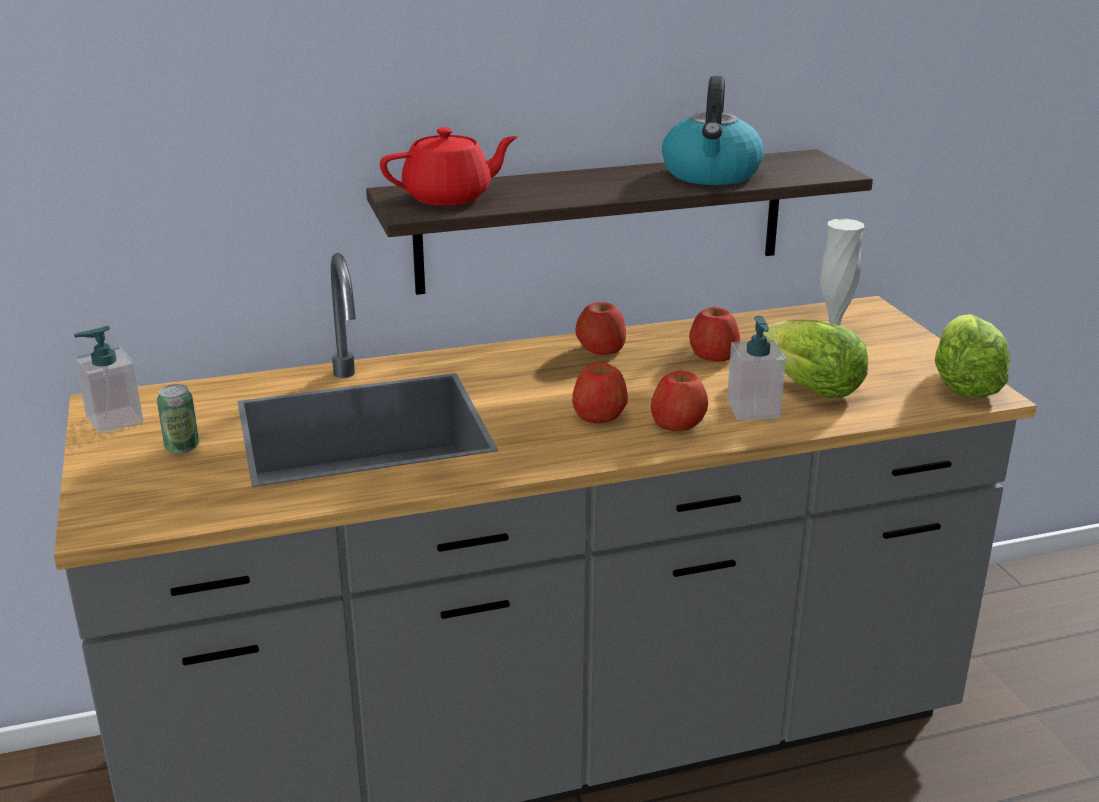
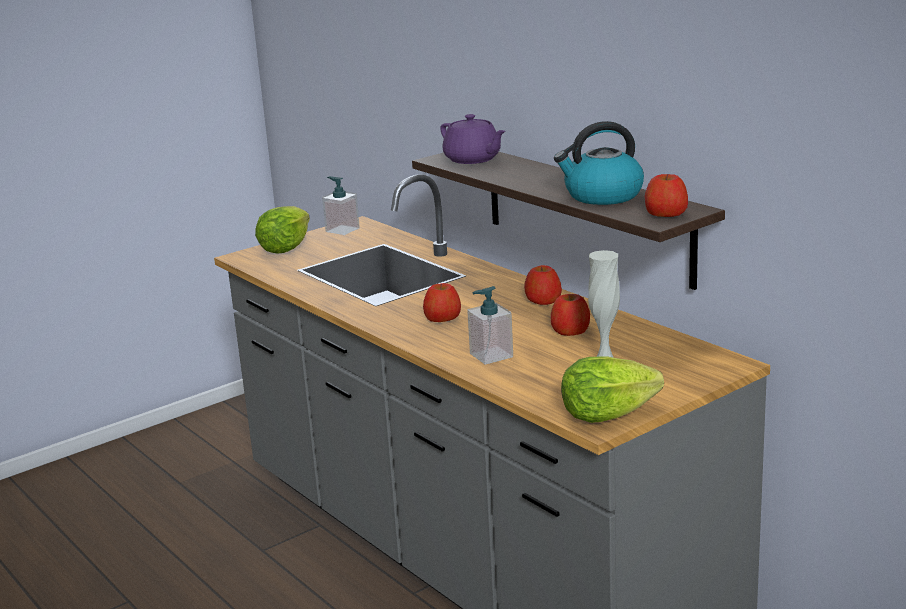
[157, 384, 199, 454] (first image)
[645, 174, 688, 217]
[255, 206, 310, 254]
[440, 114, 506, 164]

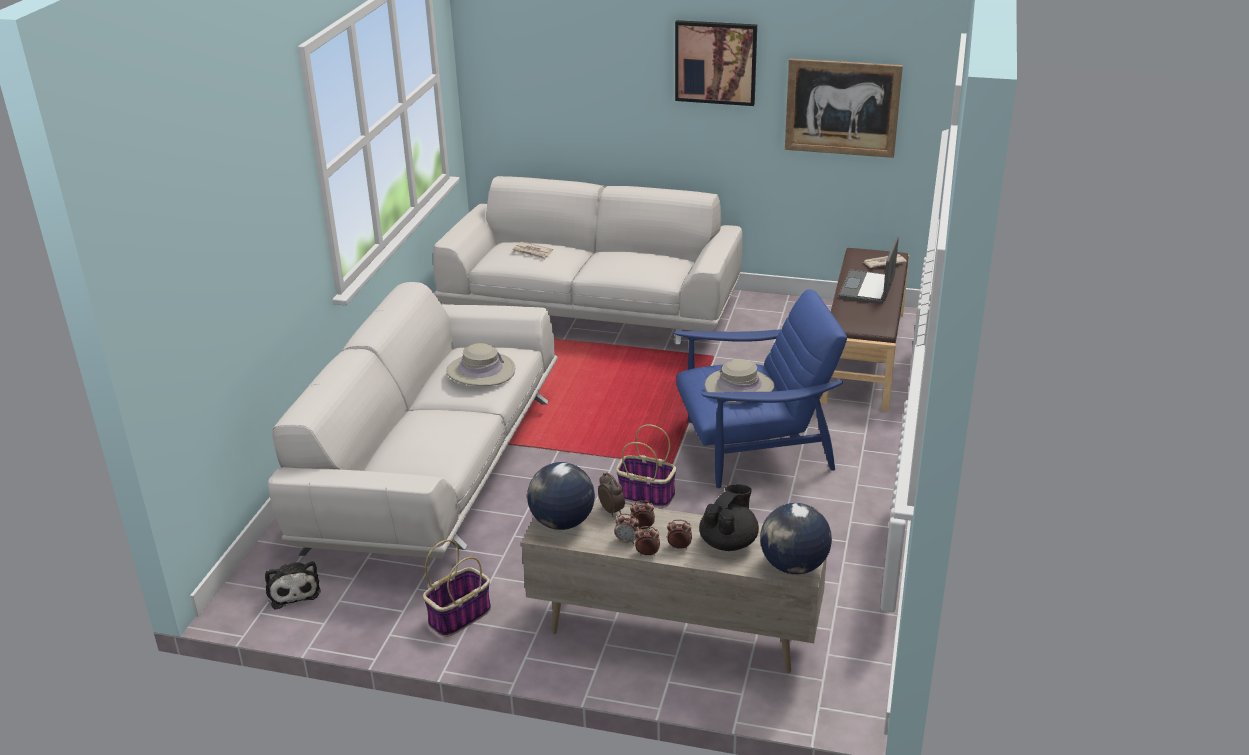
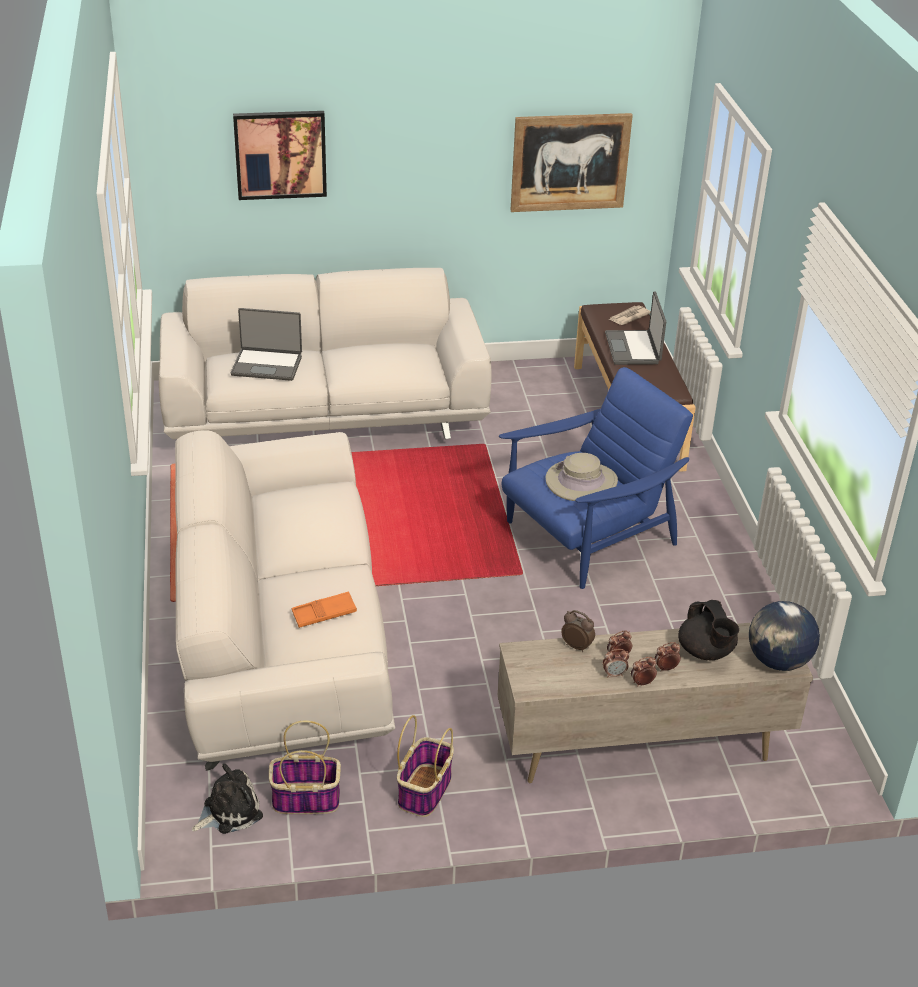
[446, 343, 515, 386] (first image)
[527, 462, 595, 530] (first image)
[292, 591, 357, 628]
[269, 720, 341, 814]
[233, 111, 327, 200]
[231, 308, 302, 381]
[192, 764, 263, 834]
[678, 600, 739, 660]

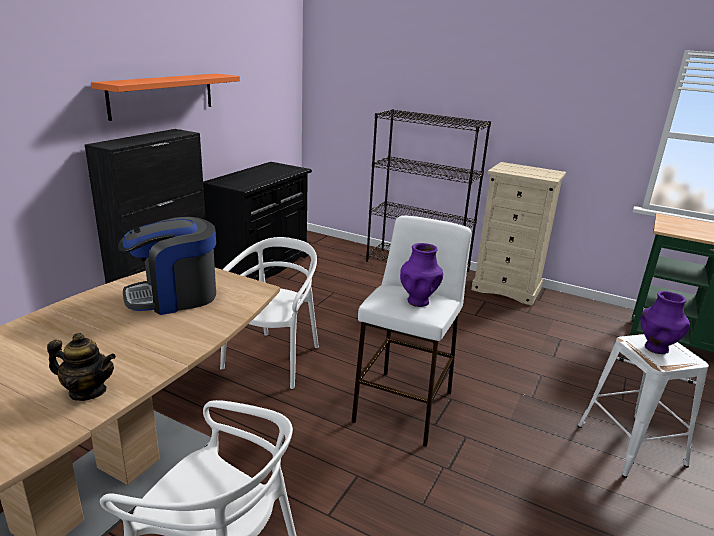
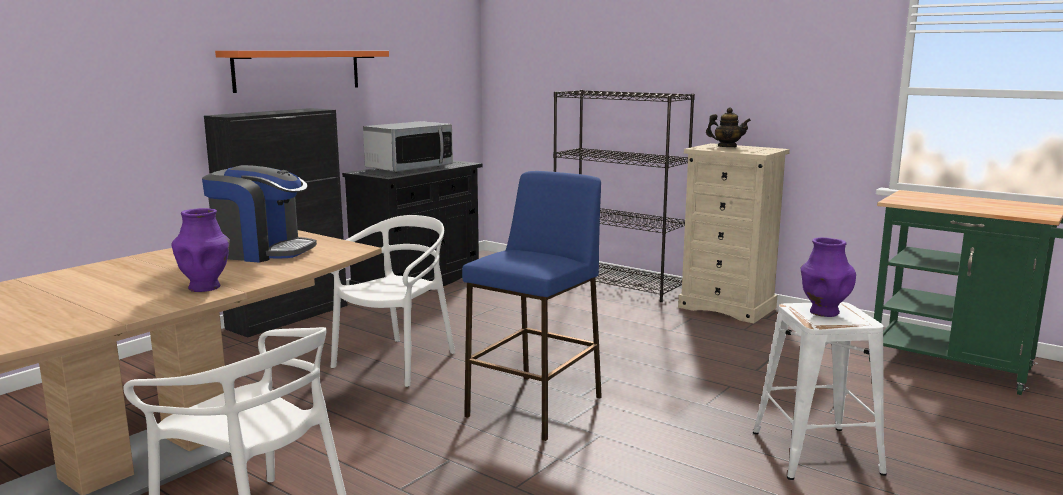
[363, 121, 453, 173]
[706, 107, 751, 147]
[172, 208, 230, 292]
[462, 171, 602, 441]
[202, 165, 317, 263]

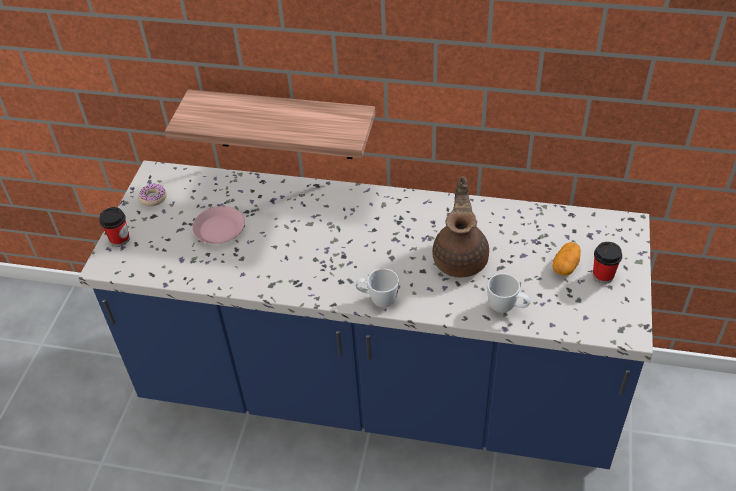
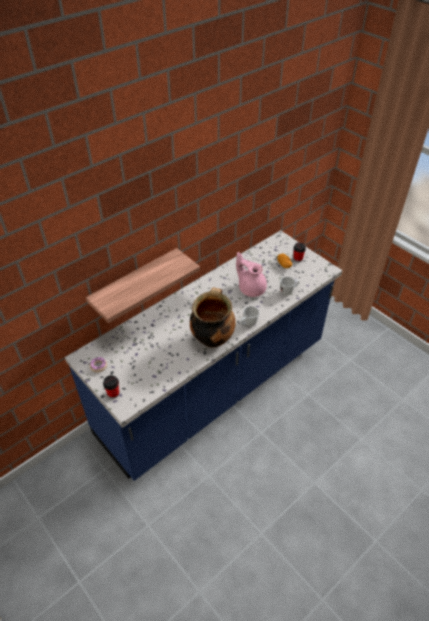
[192, 206, 245, 244] (first image)
[190, 287, 236, 348]
[236, 252, 267, 297]

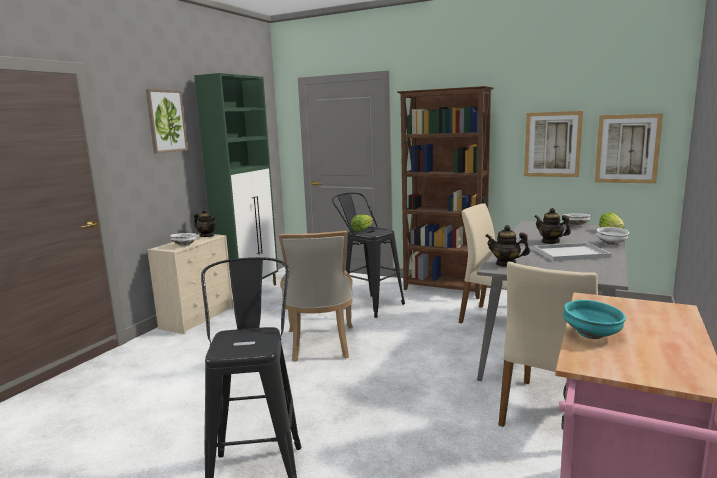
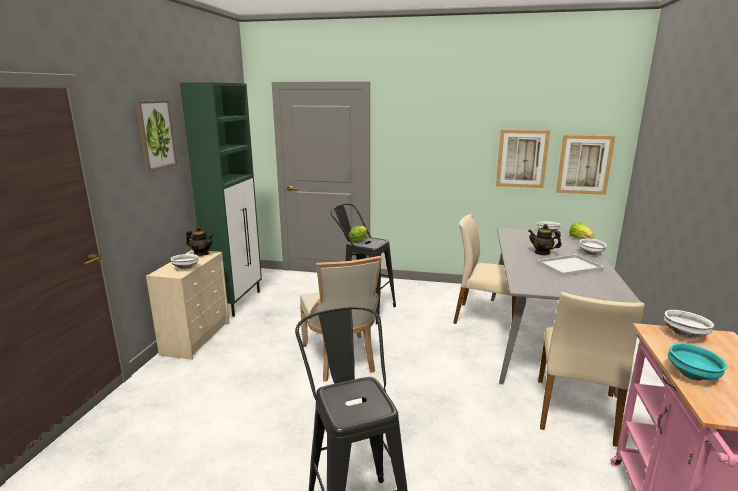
[397, 86, 494, 299] (first image)
[486, 225, 530, 267] (first image)
[664, 310, 714, 339]

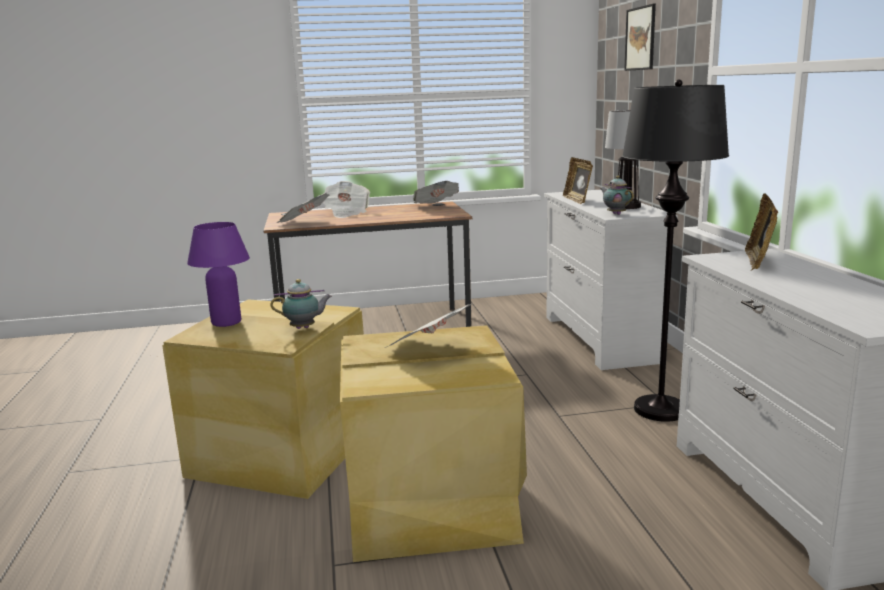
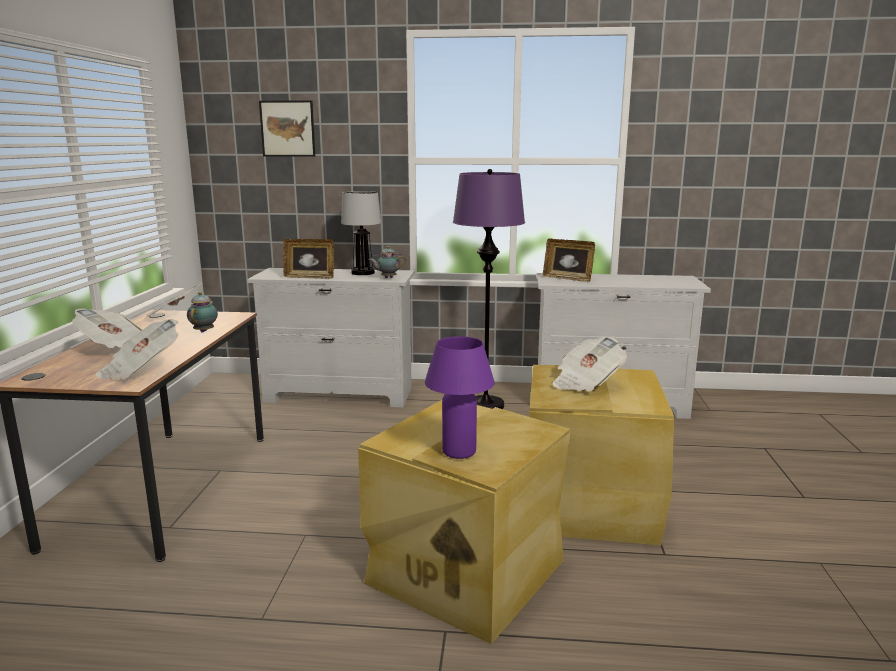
[187, 292, 218, 333]
[453, 169, 525, 409]

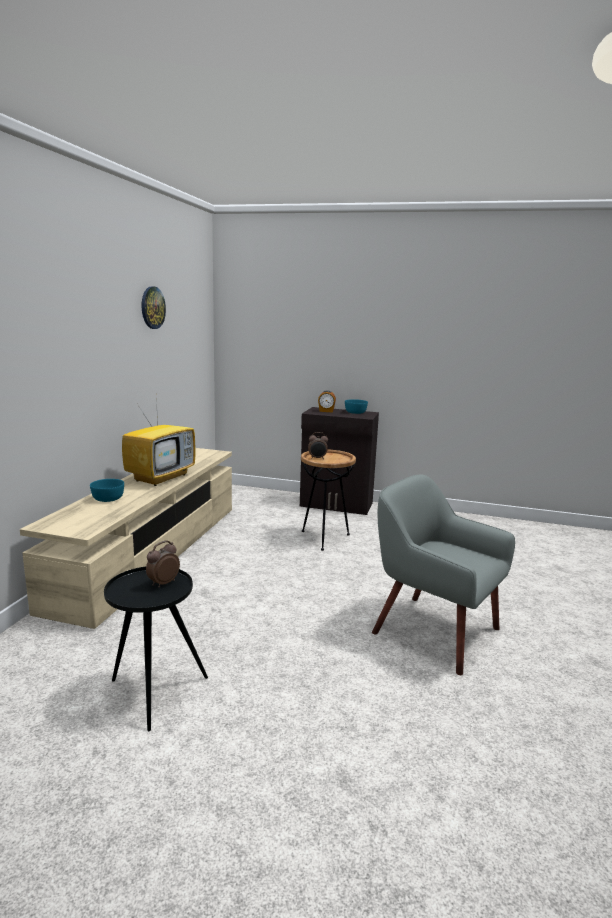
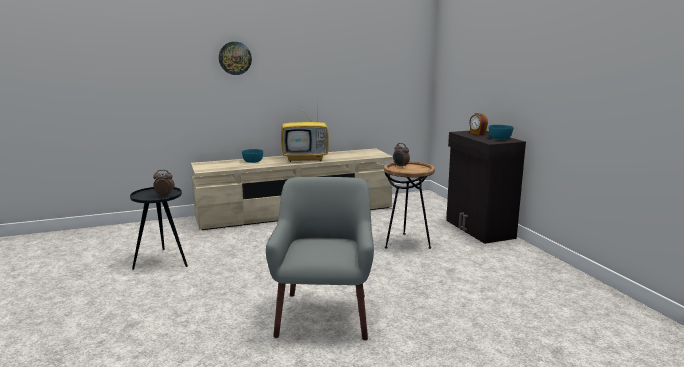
[219, 42, 252, 75]

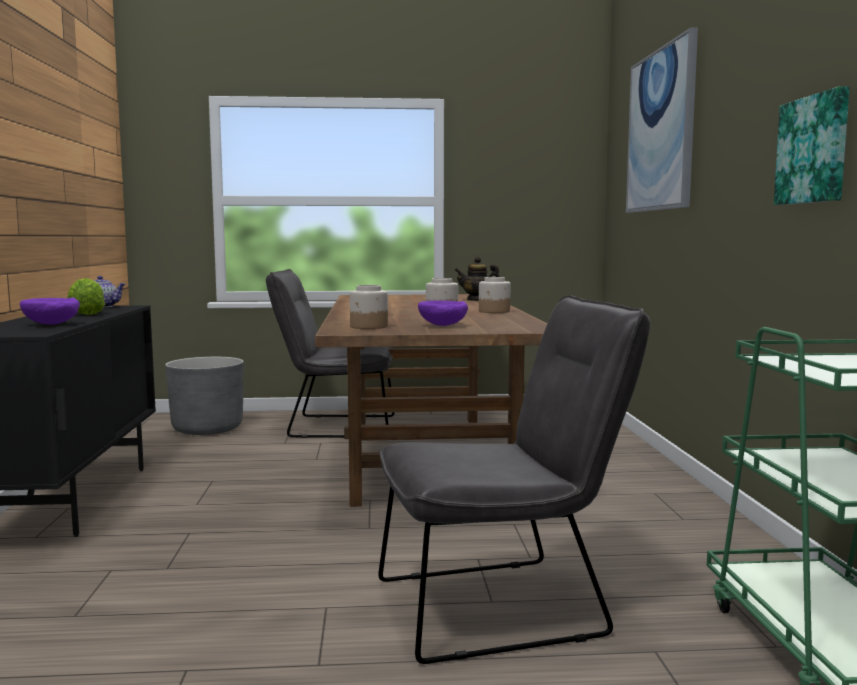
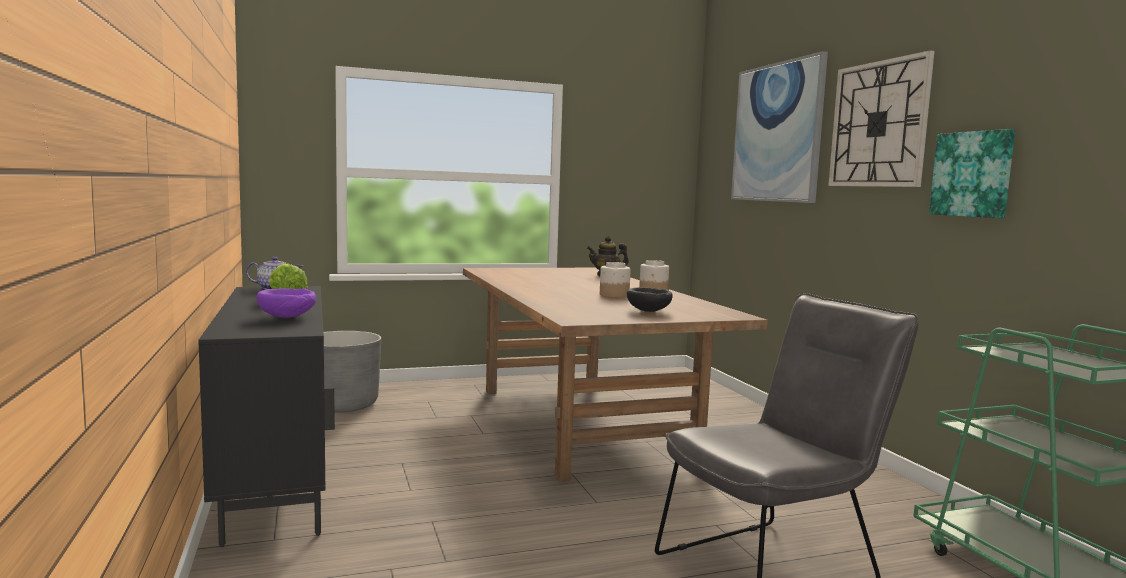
[266, 269, 395, 438] (first image)
[350, 285, 388, 329] (first image)
[828, 50, 935, 187]
[627, 287, 673, 312]

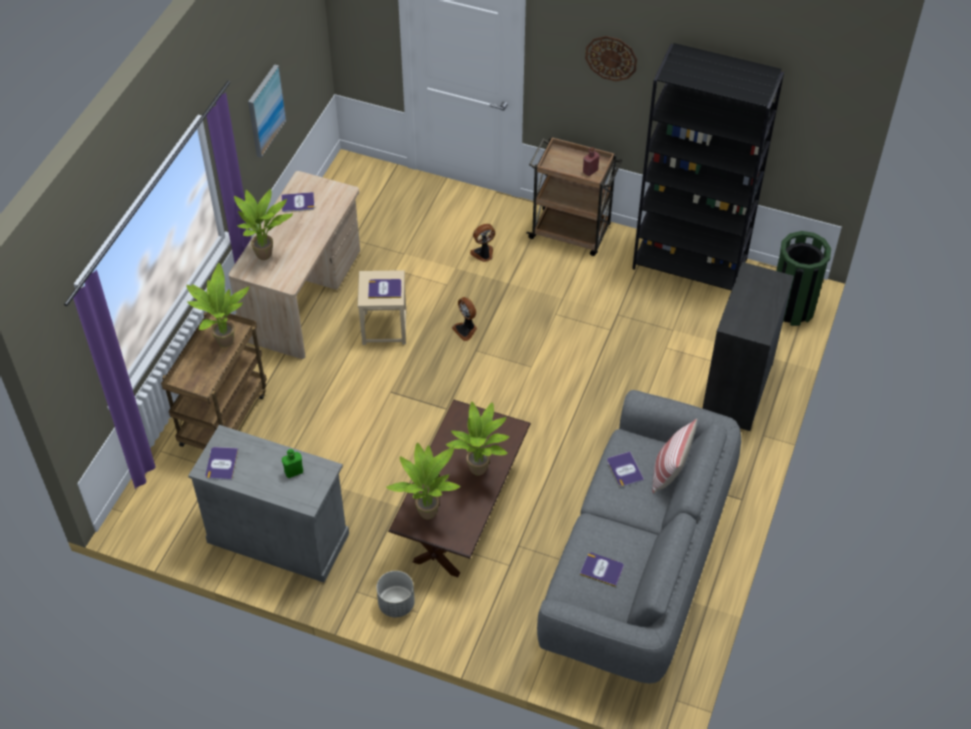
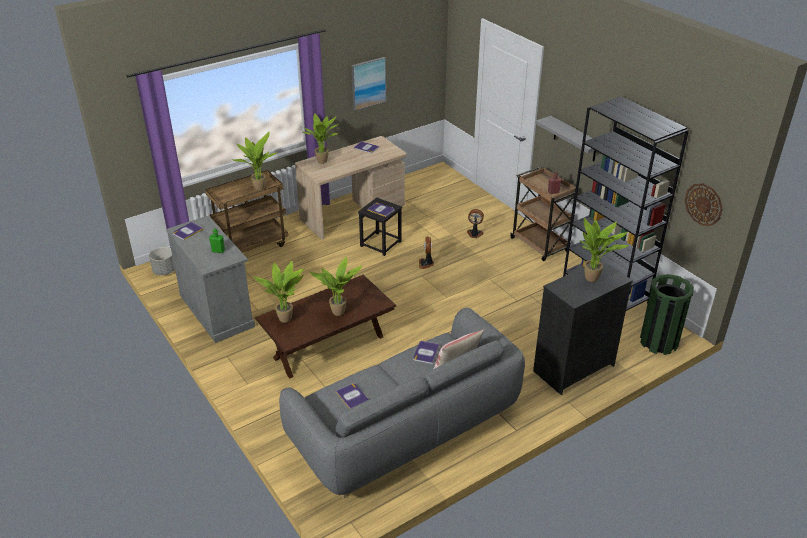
[536, 116, 596, 161]
[579, 218, 629, 282]
[149, 247, 175, 275]
[685, 183, 723, 226]
[358, 198, 402, 256]

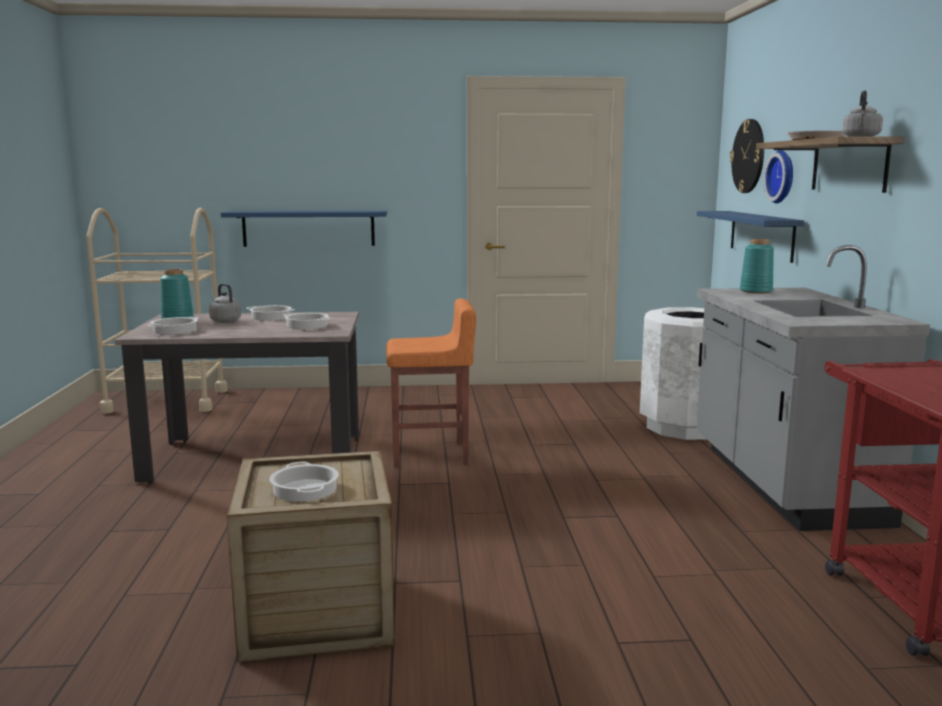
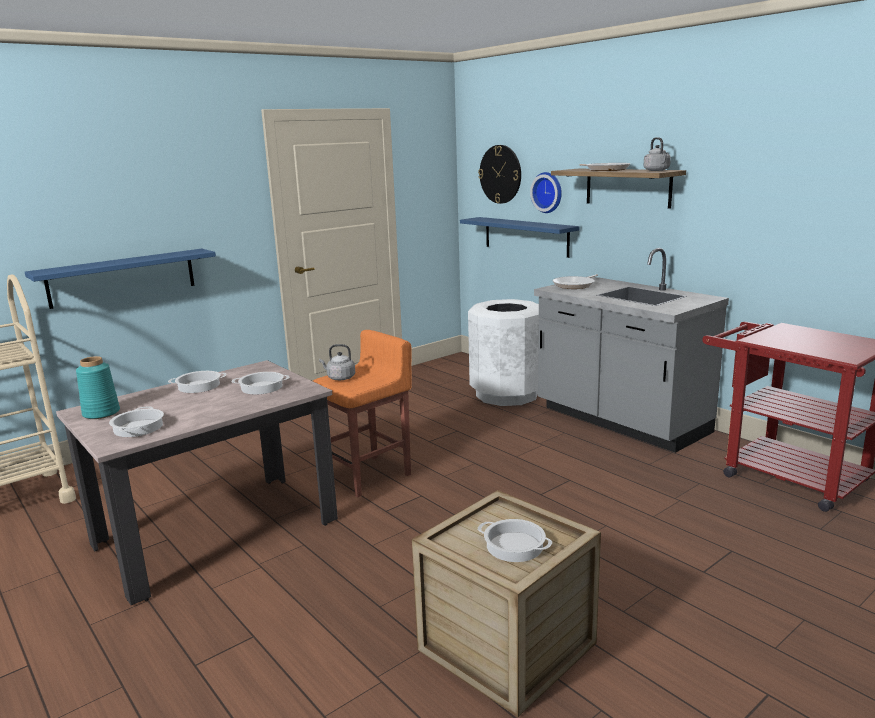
[319, 344, 355, 380]
[552, 274, 598, 289]

